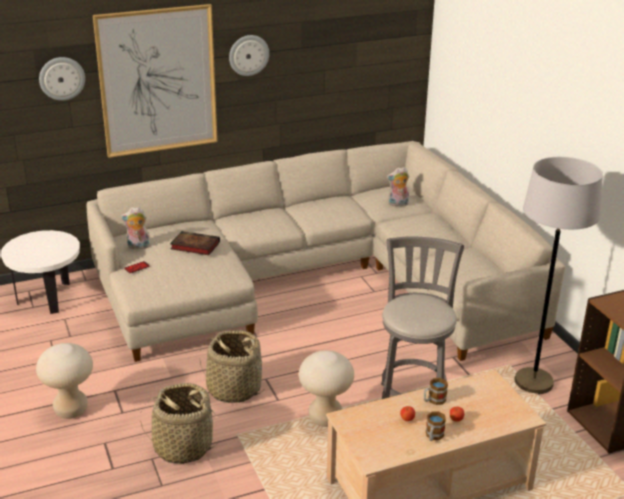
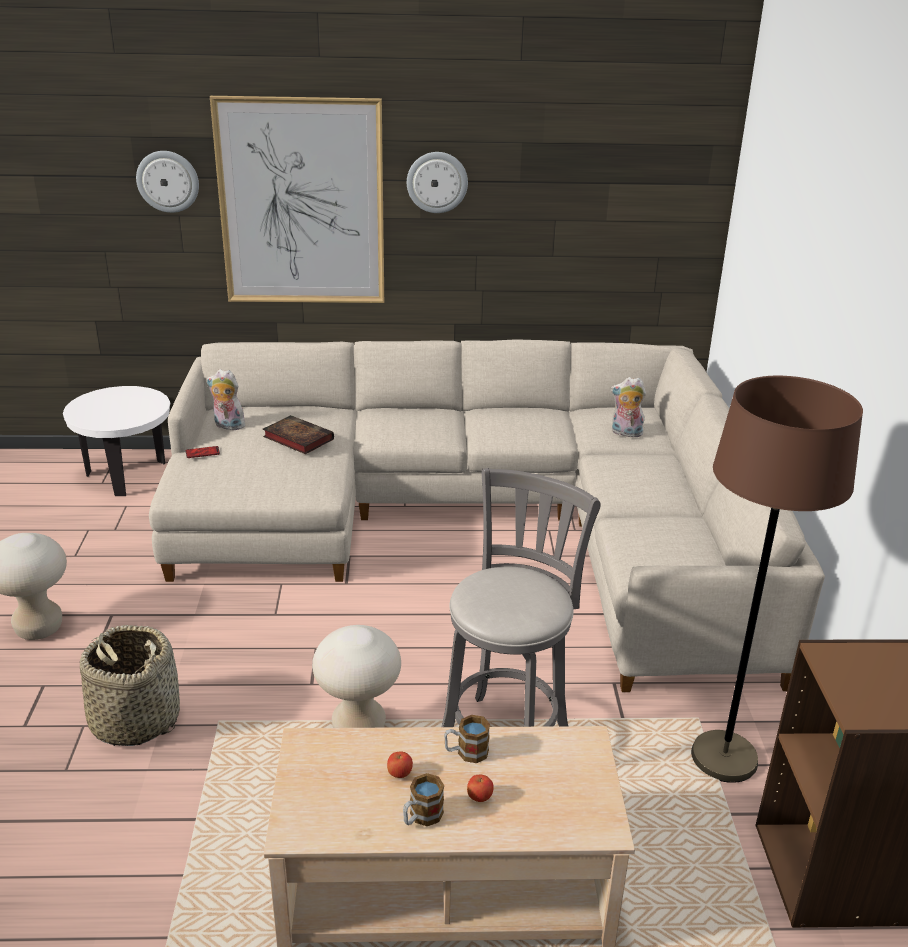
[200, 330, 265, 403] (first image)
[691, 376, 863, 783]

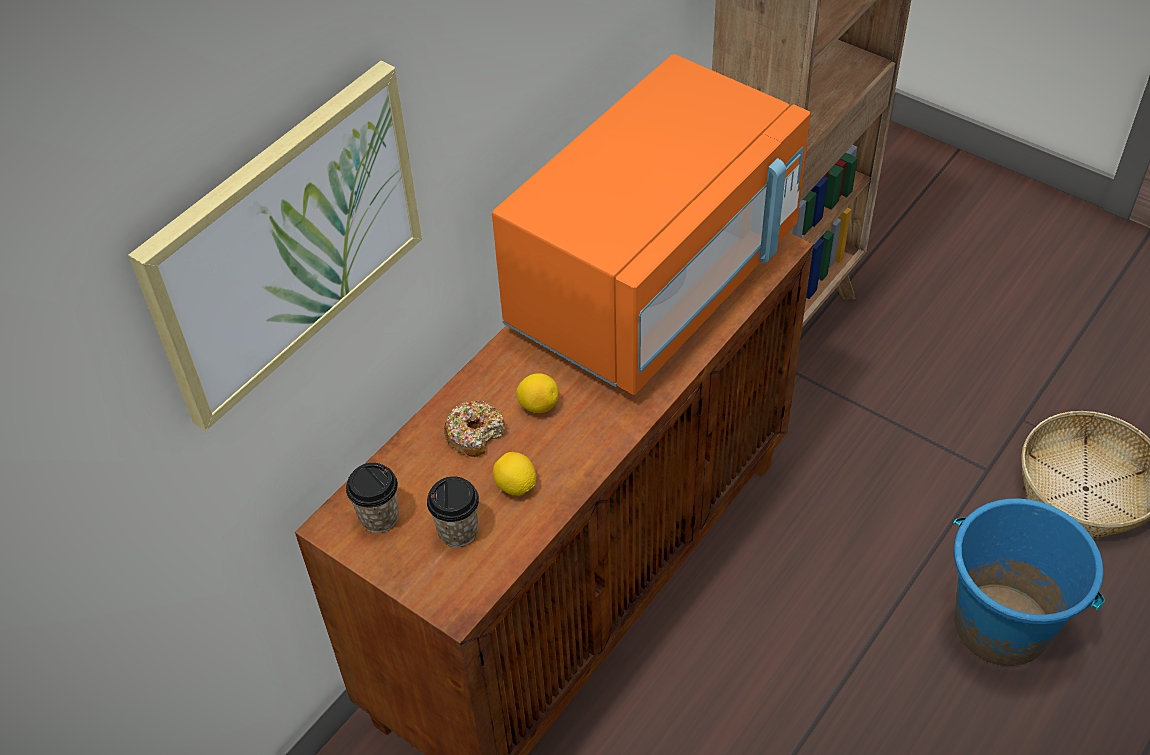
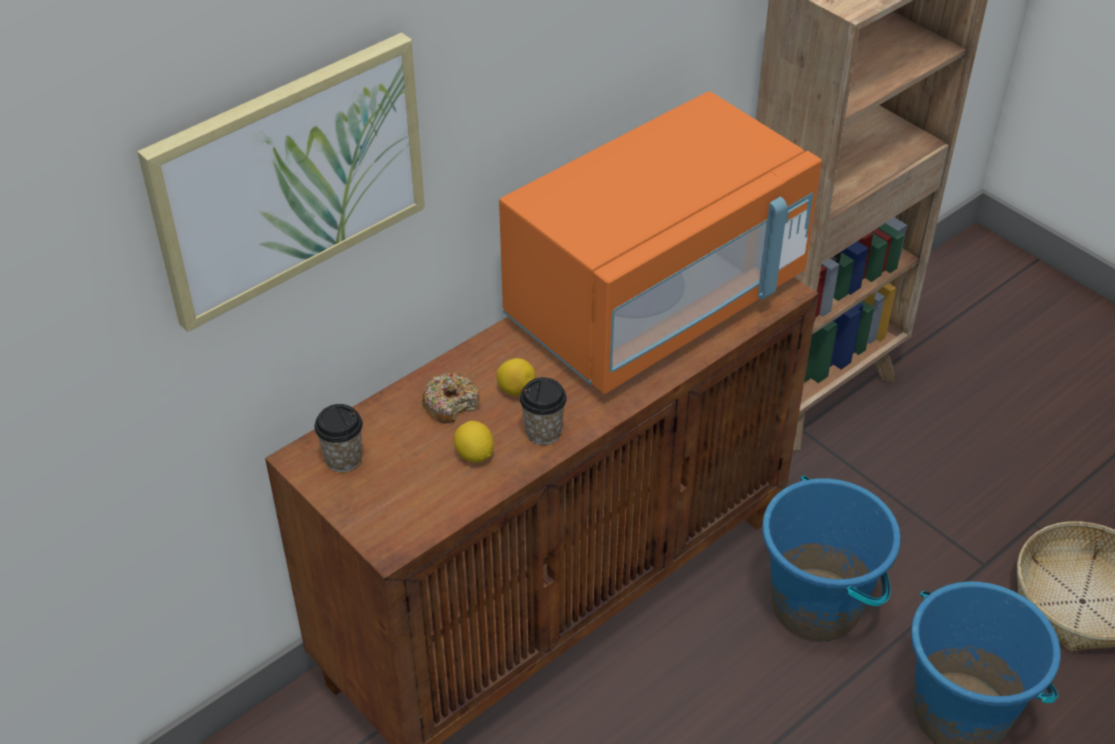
[762, 476, 901, 641]
[520, 377, 567, 445]

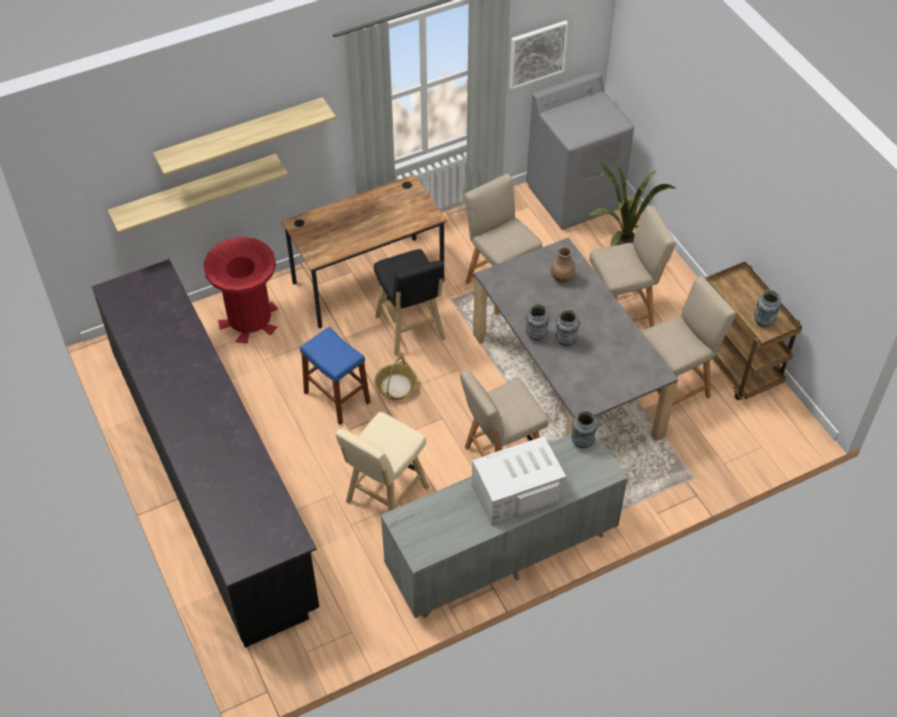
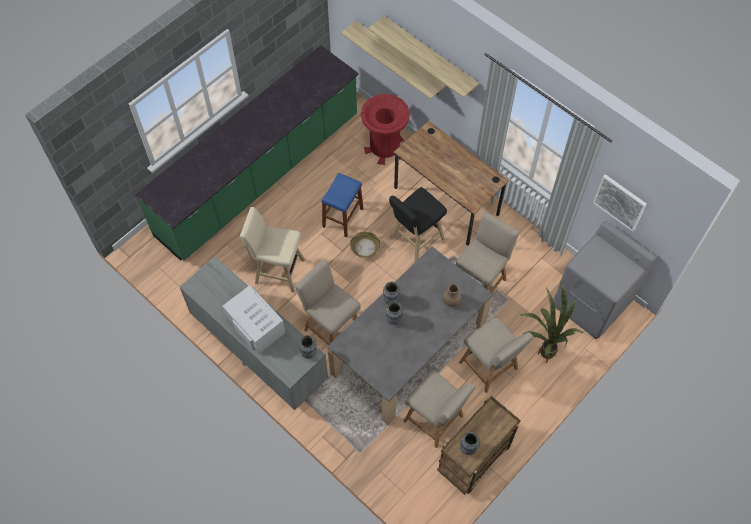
[135, 45, 359, 261]

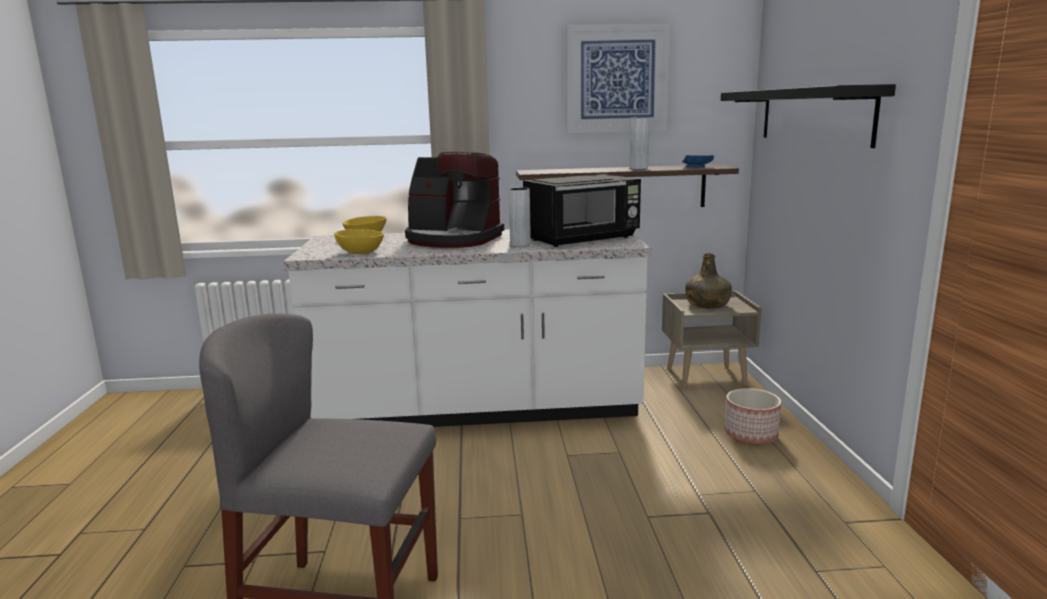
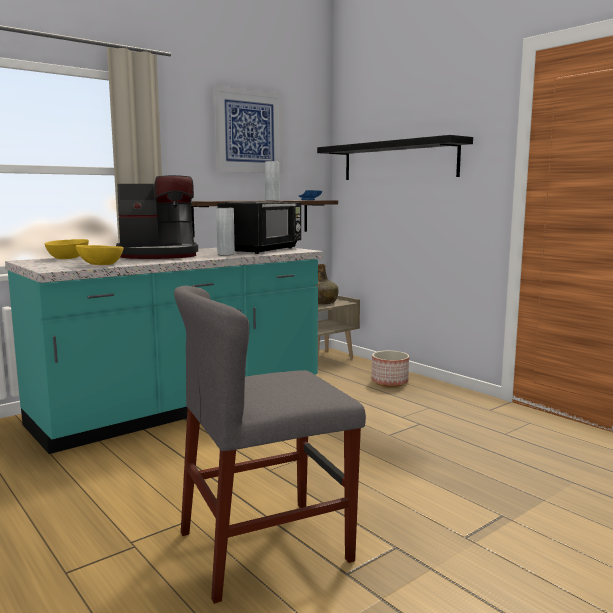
[5, 248, 323, 454]

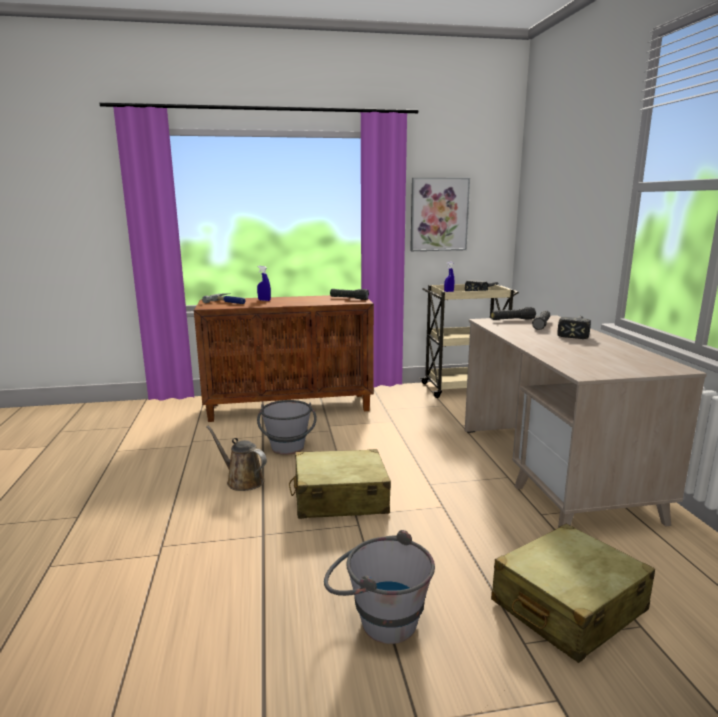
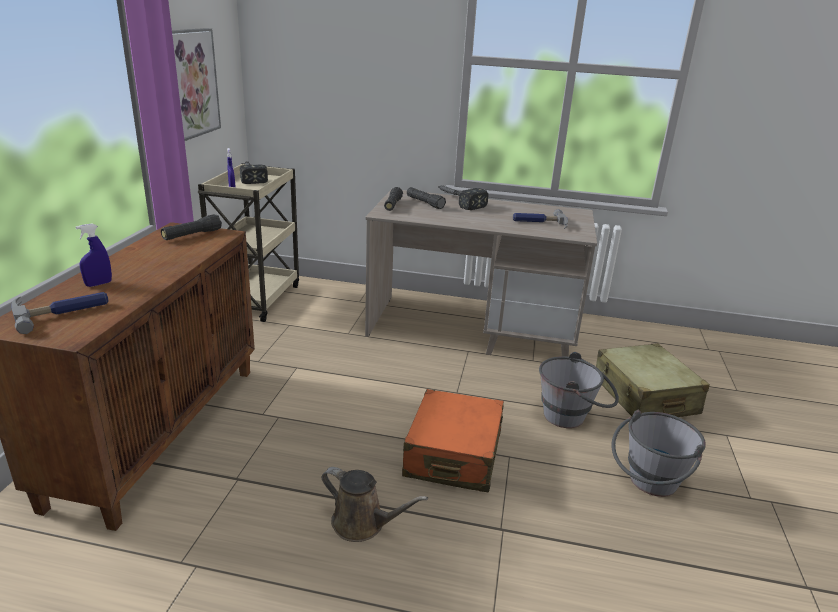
[513, 209, 568, 229]
[539, 352, 619, 428]
[402, 389, 504, 493]
[321, 467, 428, 542]

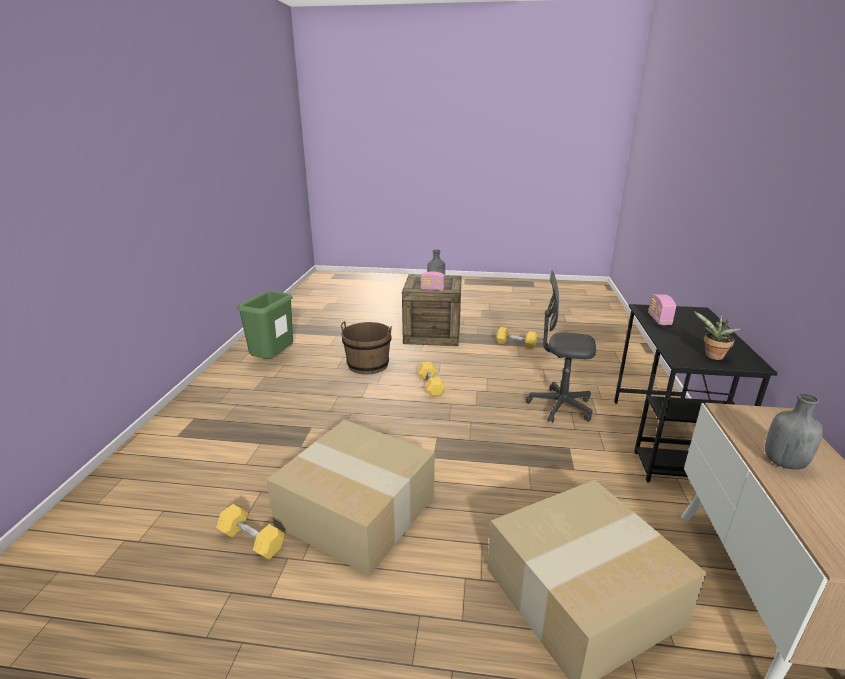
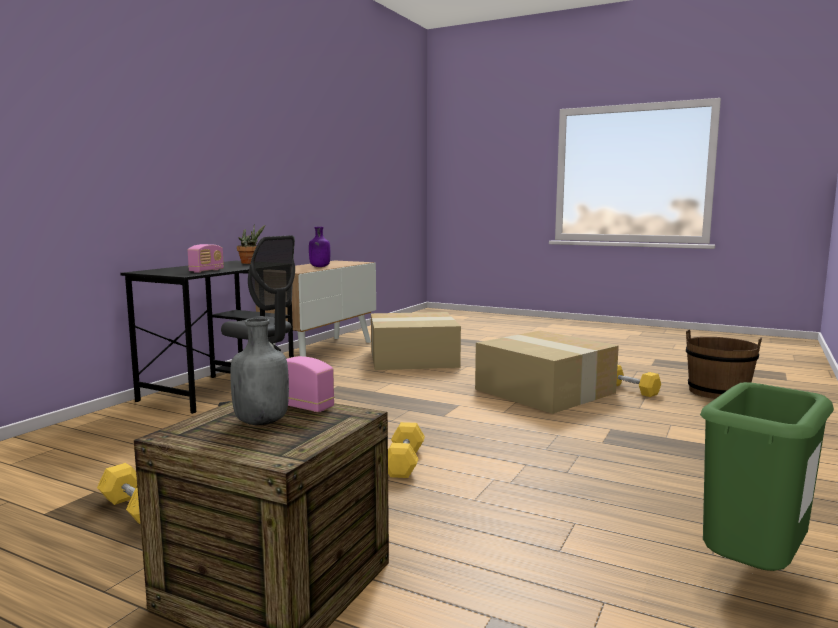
[686, 330, 762, 399]
[309, 227, 330, 267]

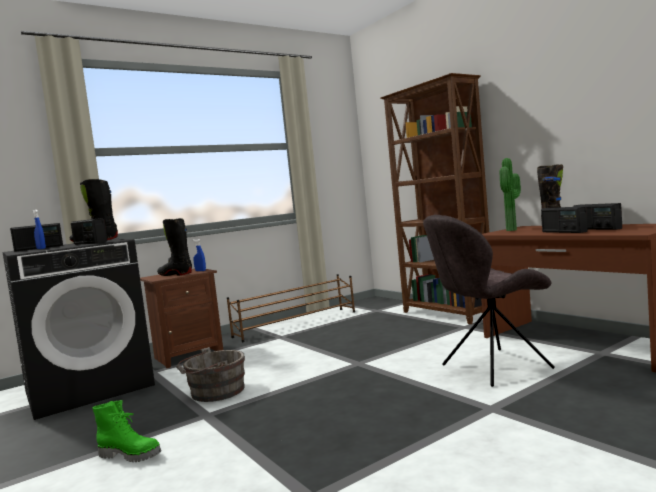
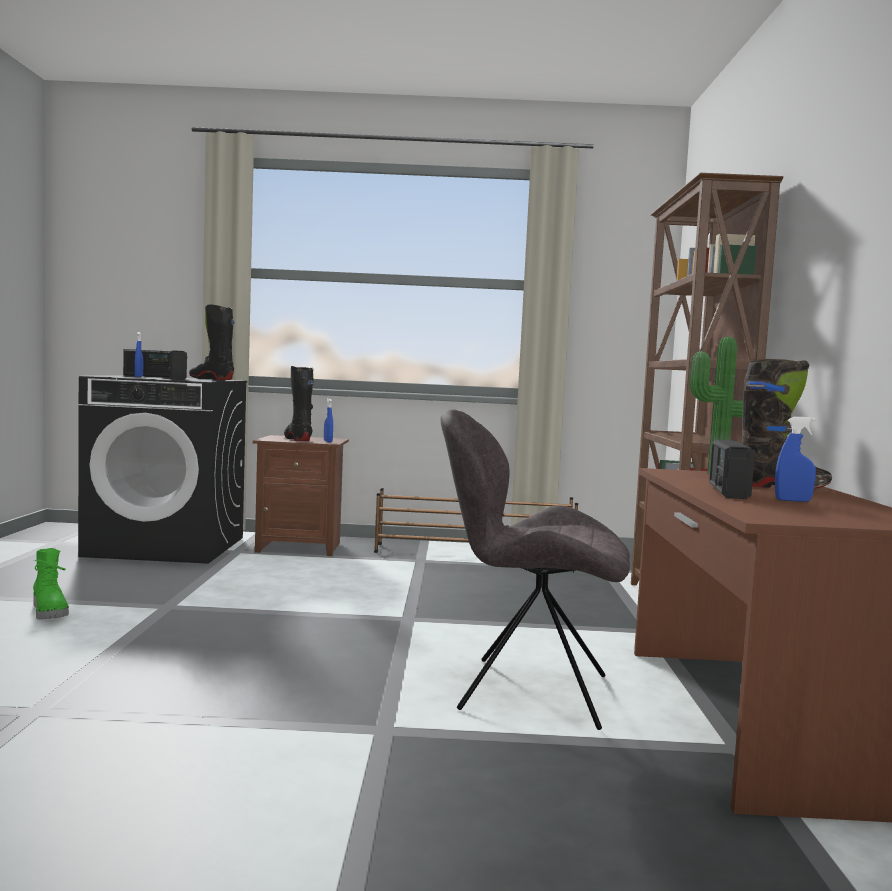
[176, 347, 245, 402] (first image)
[775, 417, 816, 502]

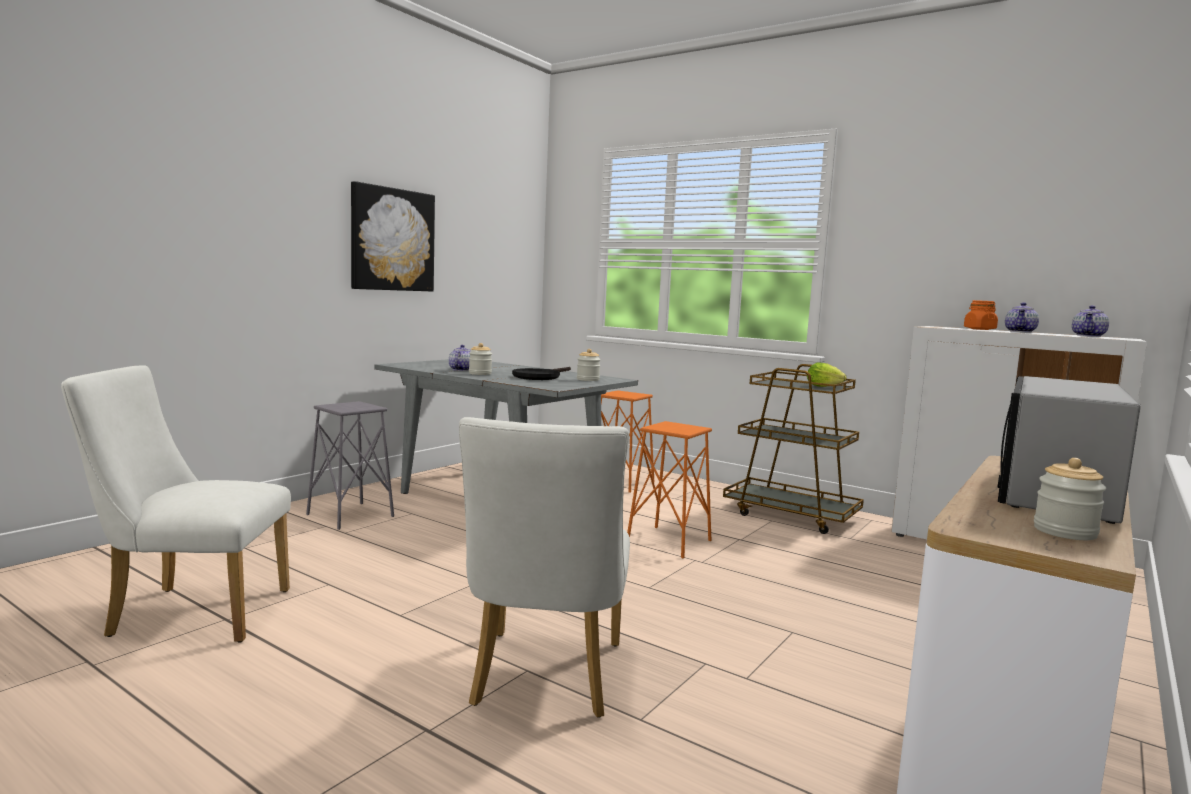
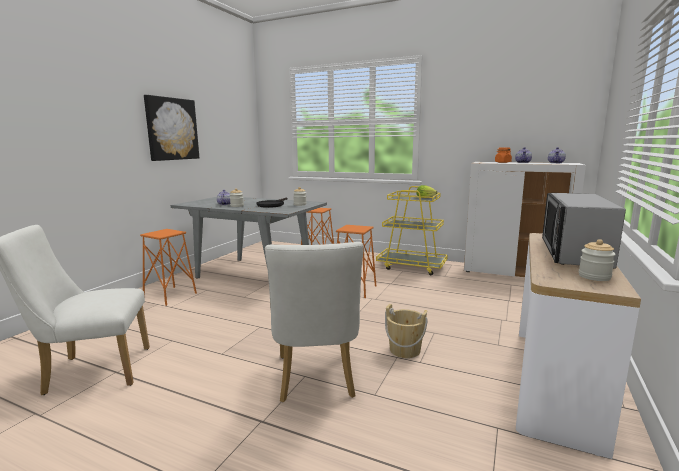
[385, 304, 428, 358]
[140, 229, 197, 306]
[376, 186, 448, 275]

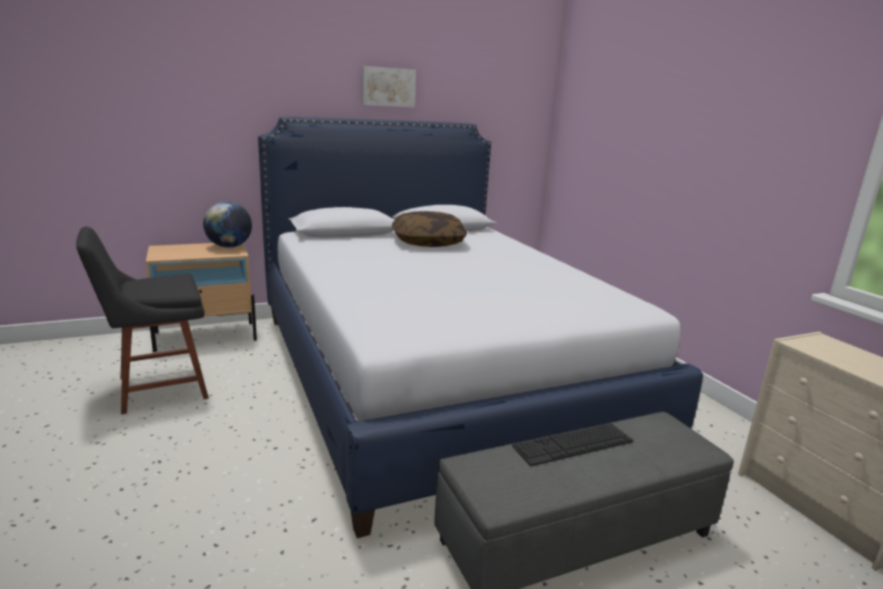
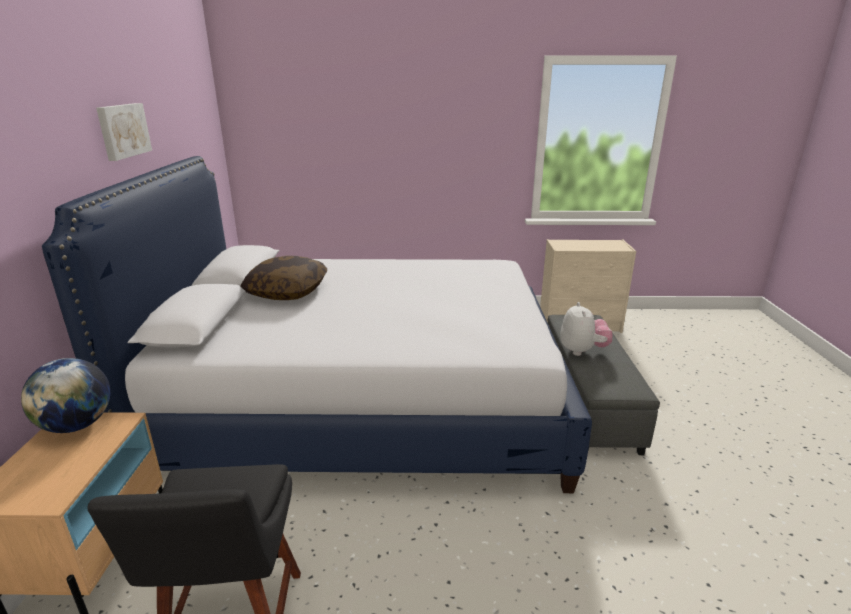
[560, 302, 612, 356]

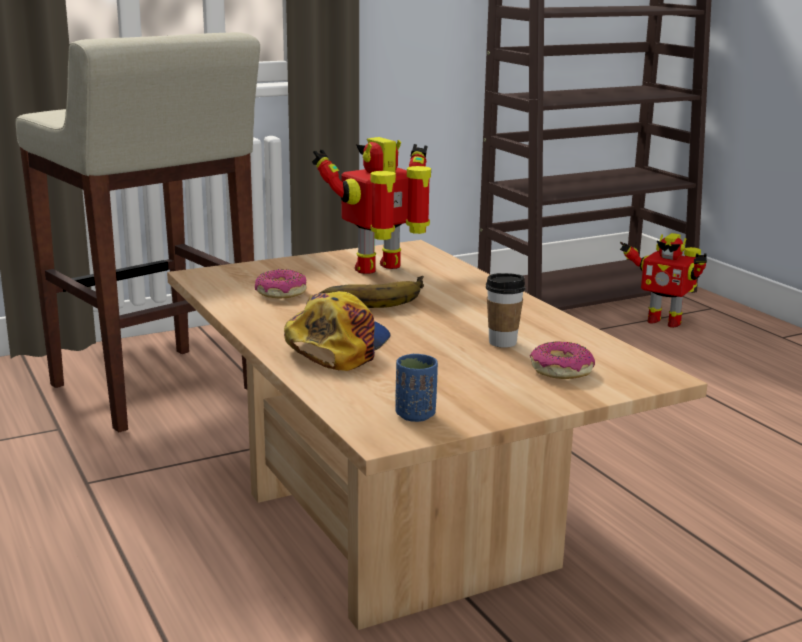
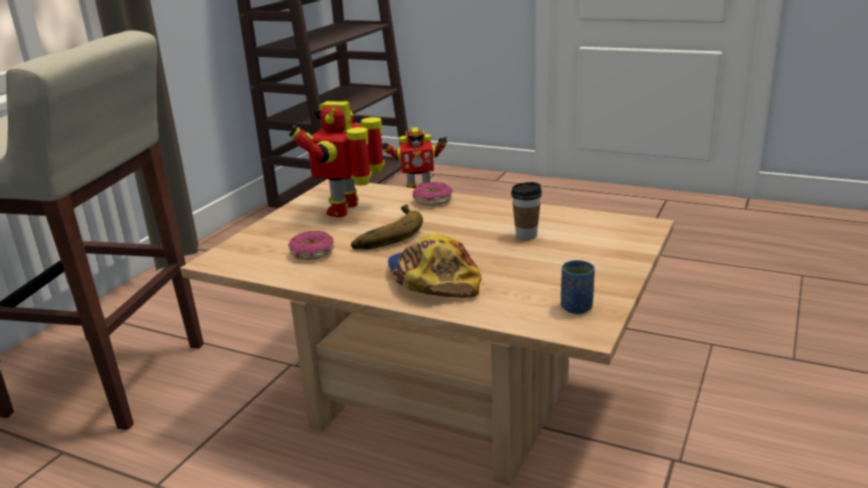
[413, 182, 453, 206]

